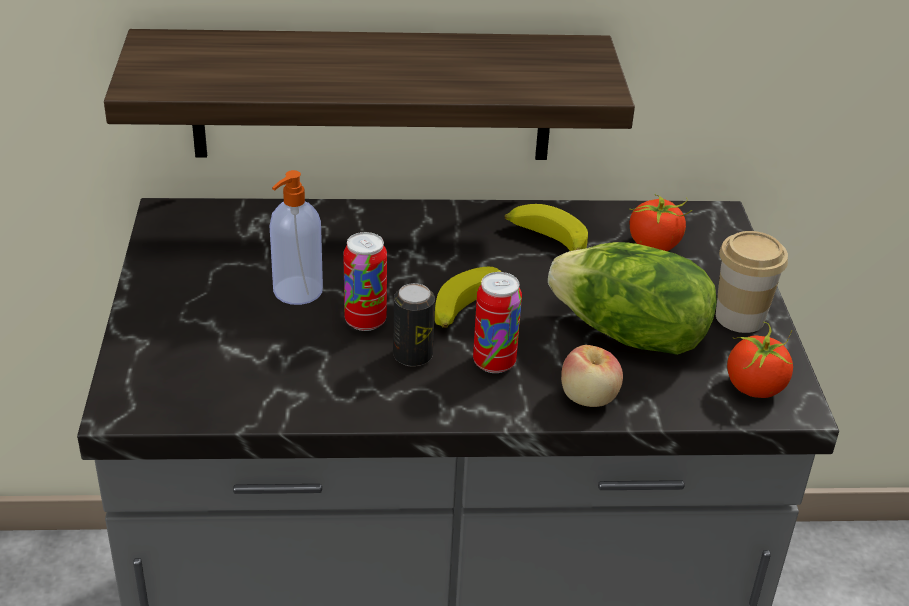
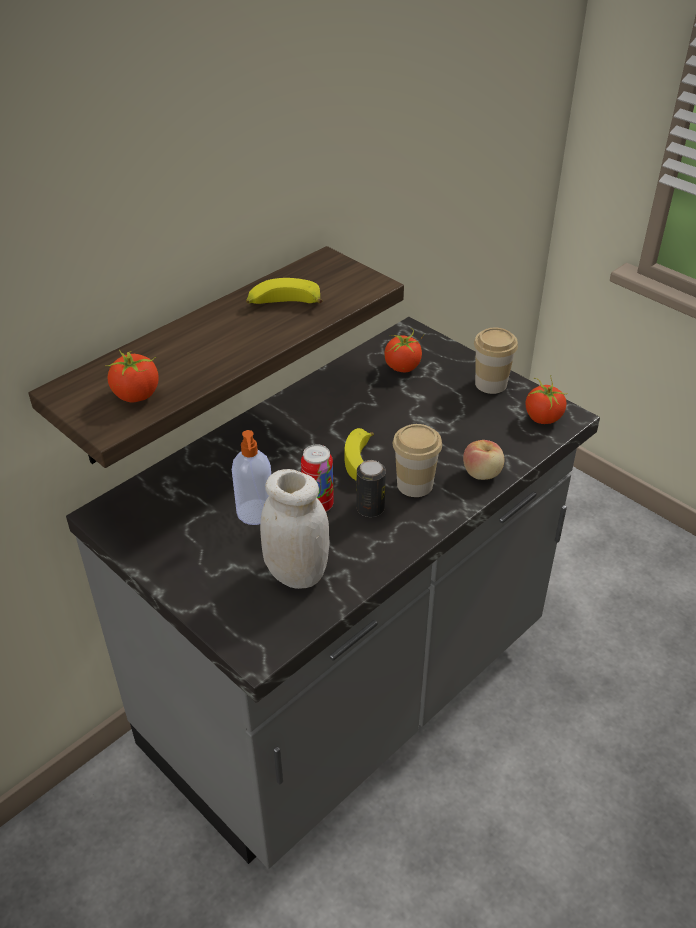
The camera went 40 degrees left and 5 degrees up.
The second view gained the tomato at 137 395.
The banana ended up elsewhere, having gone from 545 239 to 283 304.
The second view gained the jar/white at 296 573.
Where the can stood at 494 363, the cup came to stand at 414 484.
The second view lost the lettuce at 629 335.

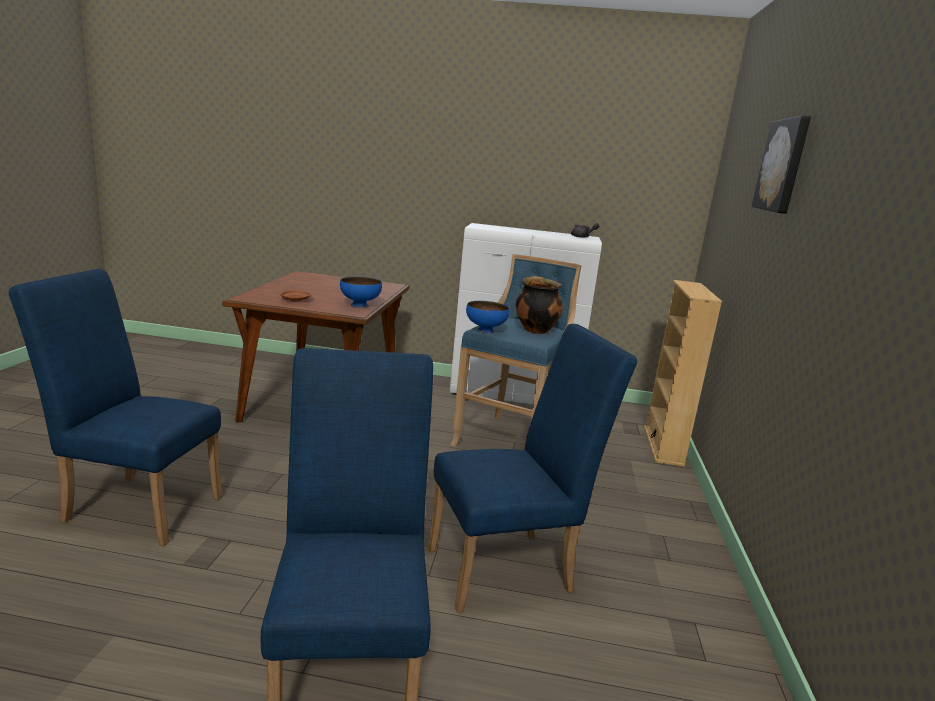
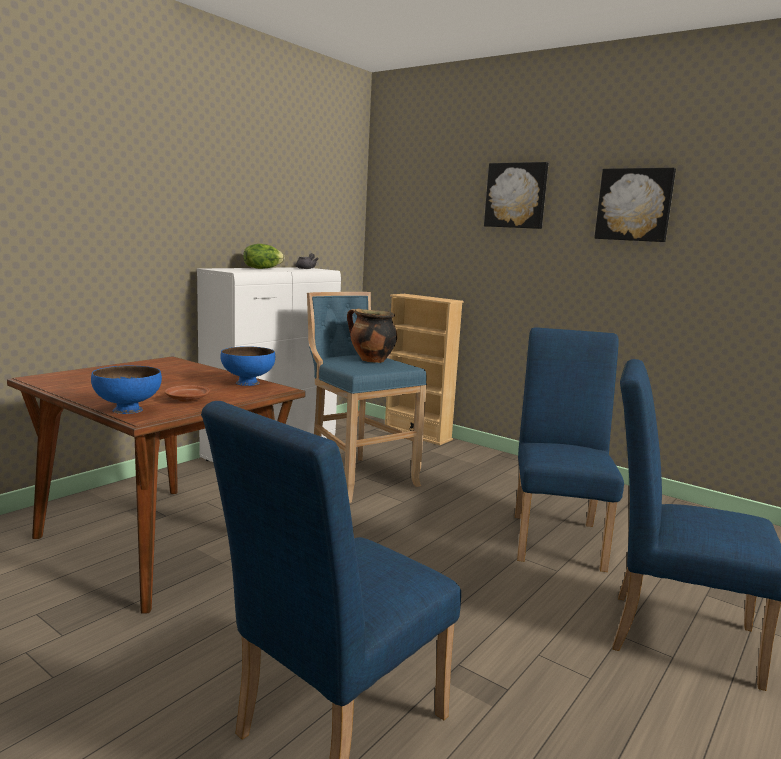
The camera went 60 degrees left and 5 degrees down.
The bowl/blue ended up elsewhere, having gone from 485 331 to 127 410.
The second view gained the lettuce at 262 268.
The second view gained the picture at 634 205.

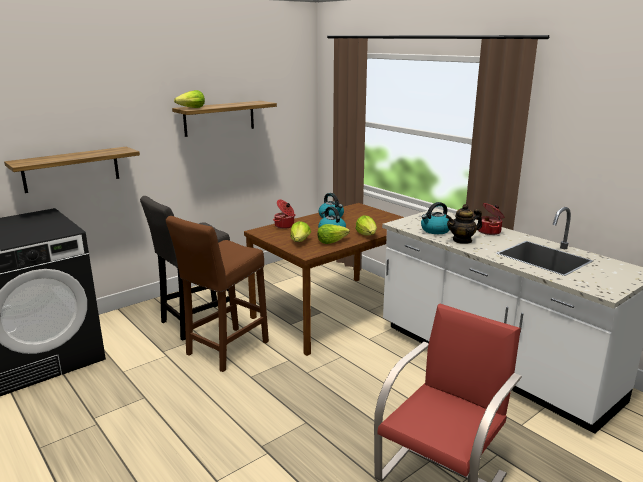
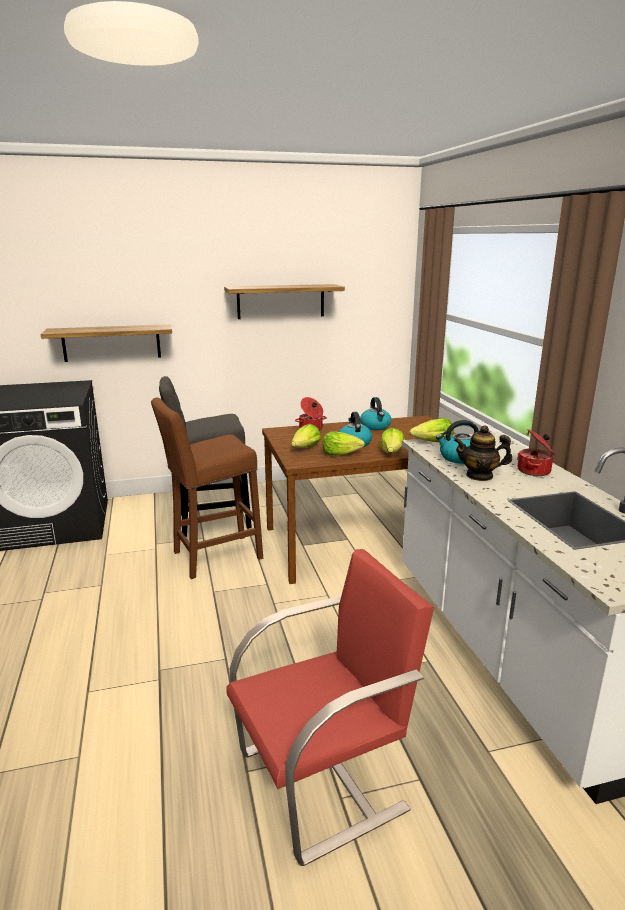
The camera went 25 degrees right and 0 degrees up.
The lettuce ended up elsewhere, having gone from 192 108 to 433 443.

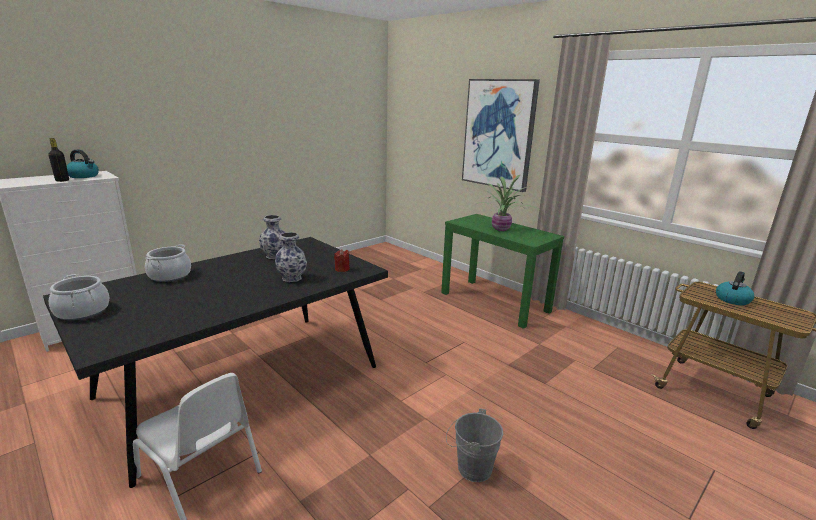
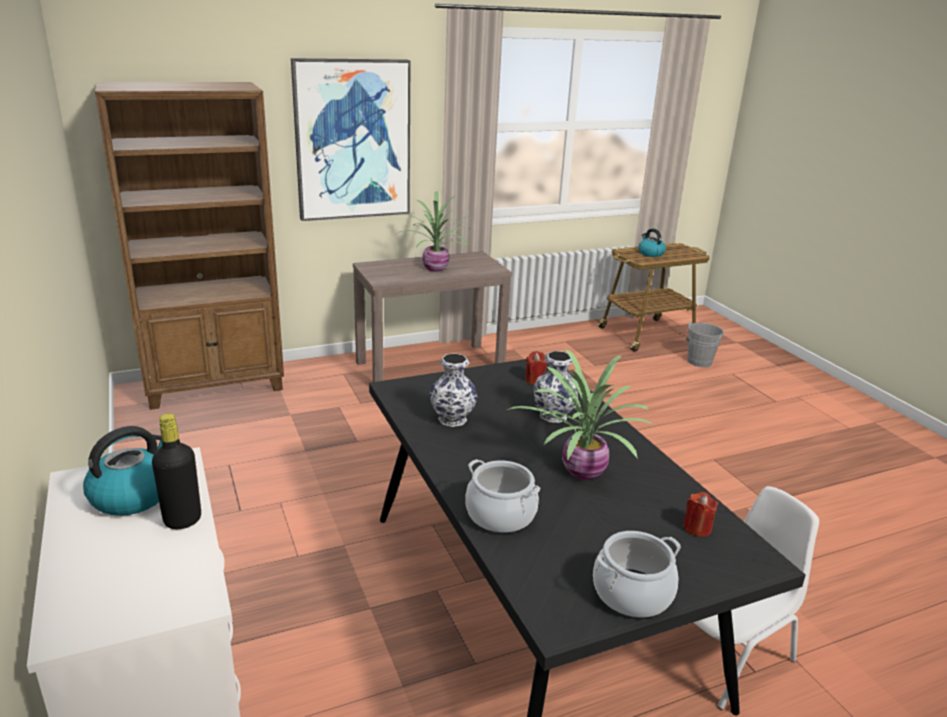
The camera went 70 degrees left and 5 degrees up.
The second view gained the bookcase/brown at 216 386.
What was the console table/green at 494 302 turned into the console table/brown at 430 366.
The second view gained the potted plant at 581 470.
The second view gained the candle/red at 697 528.
The bucket/grey ended up elsewhere, having gone from 470 467 to 698 363.

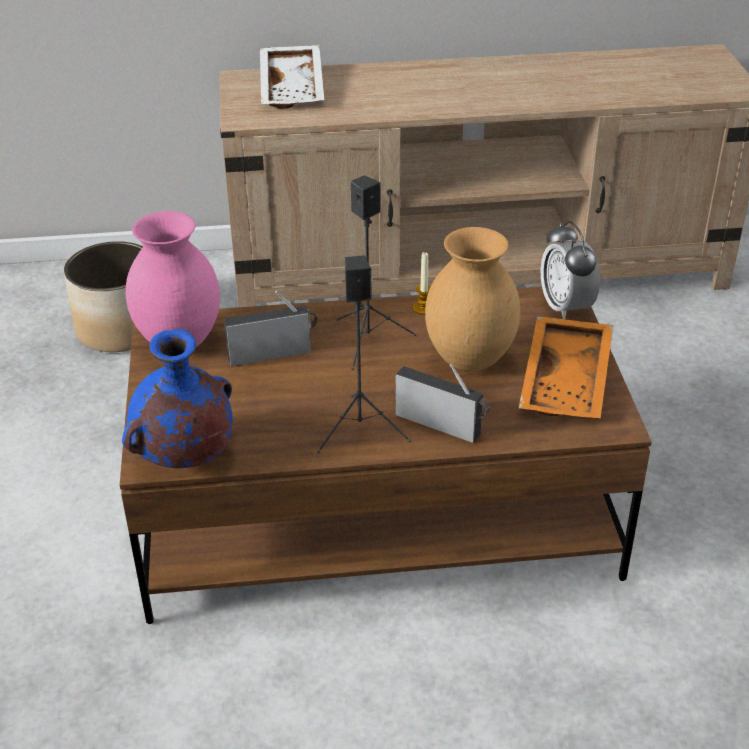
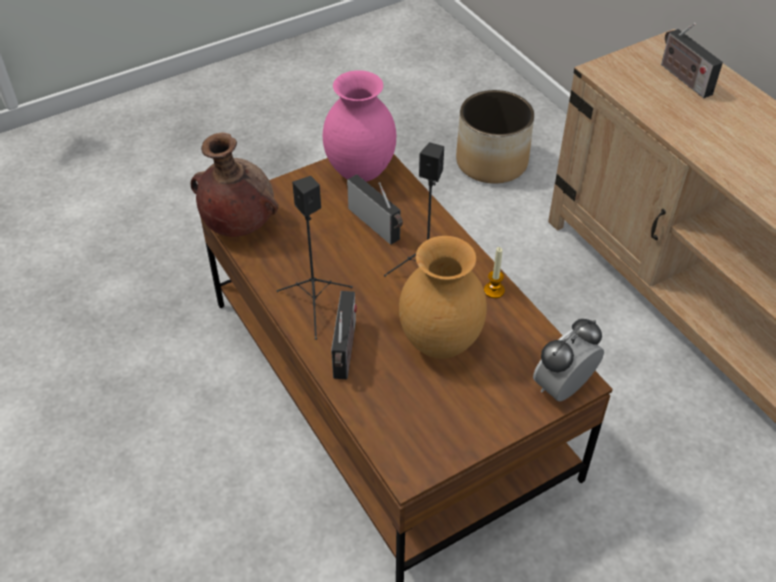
The camera went 65 degrees right and 10 degrees up.
What was the vase/blue at 183 457 turned into the vase/brown at 238 225.
Where the tray/white stood at 294 88, the radio came to stand at 683 78.
The second view lost the tray/orange at 568 381.

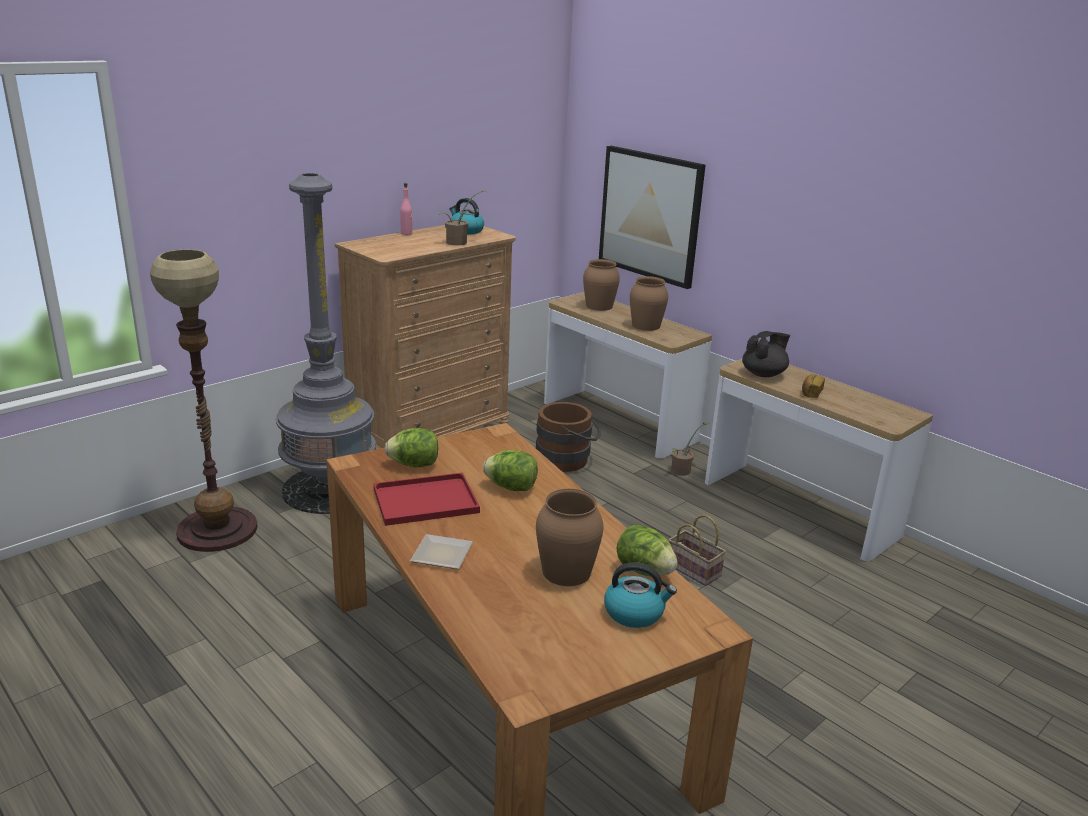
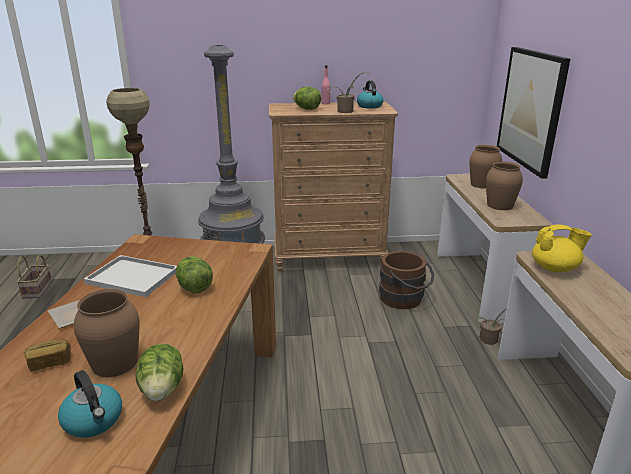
The camera went 40 degrees right and 0 degrees up.
The basket ended up elsewhere, having gone from 695 570 to 38 290.
The bread ended up elsewhere, having gone from 811 393 to 50 362.
What was the tray/red at 424 501 turned into the tray/white at 130 277.
The lettuce ended up elsewhere, having gone from 414 465 to 307 109.
What was the teapot/black at 764 374 turned into the teapot/yellow at 555 268.

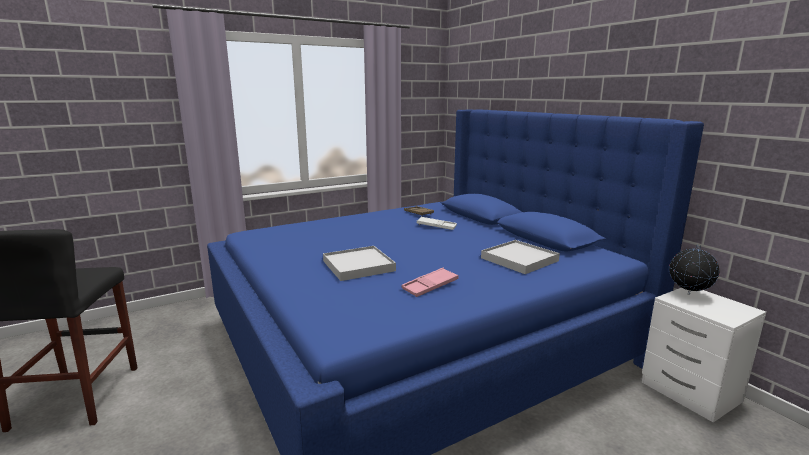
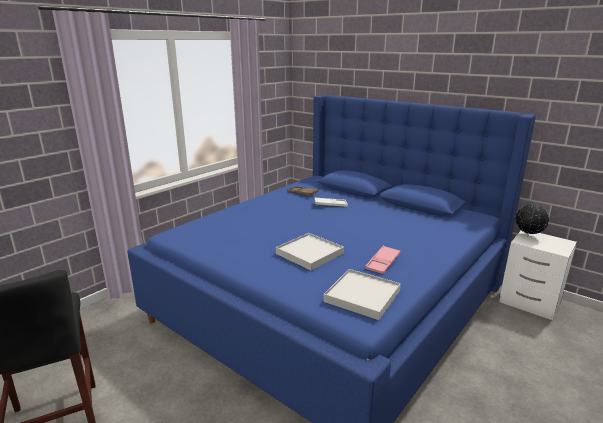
The camera went 20 degrees left and 5 degrees up.
The tray/white ended up elsewhere, having gone from 519 259 to 362 296.

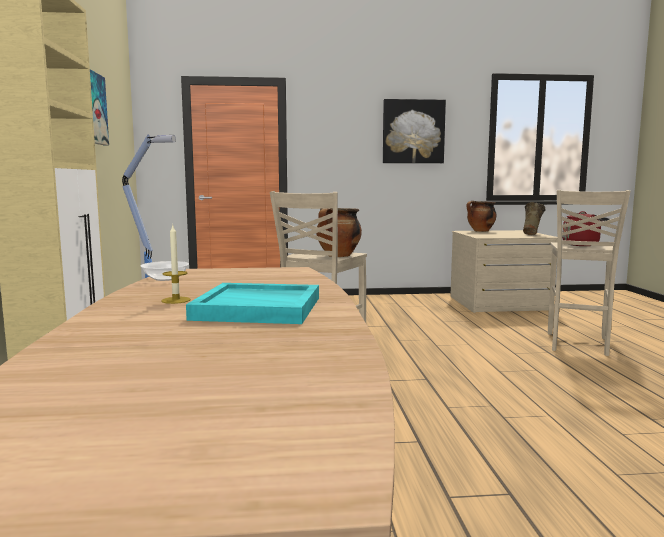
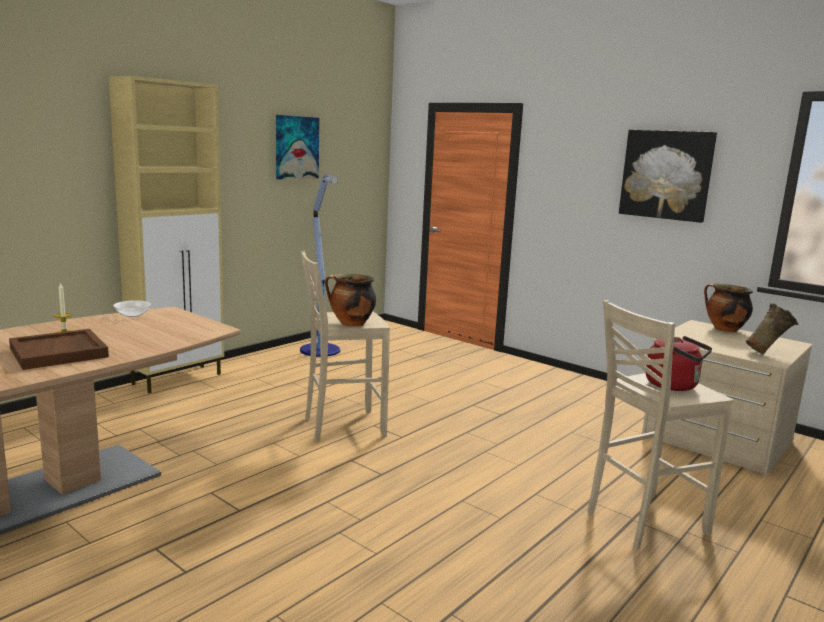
The camera went 45 degrees right and 5 degrees up.
What was the tray/turquoise at 259 308 turned into the tray/brown at 60 352.

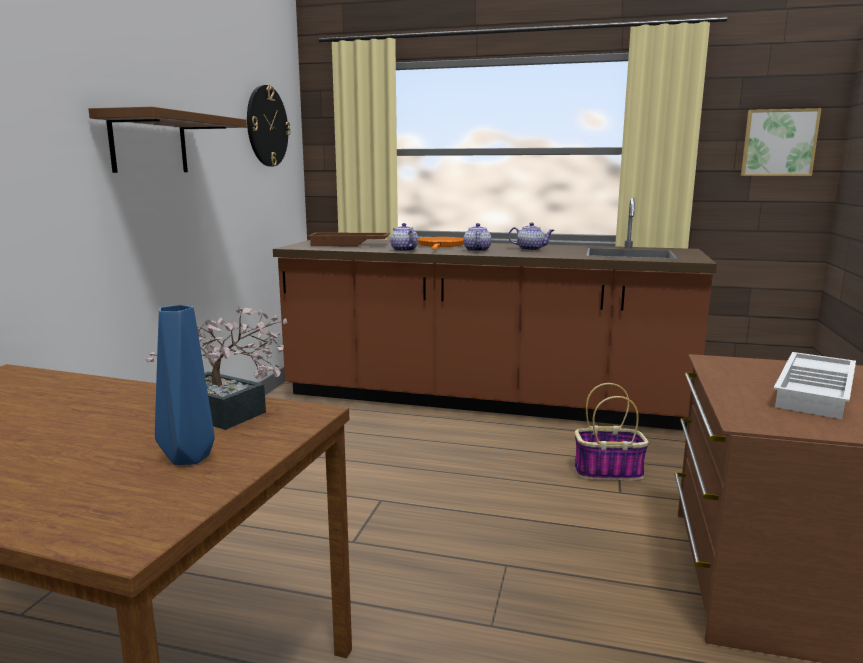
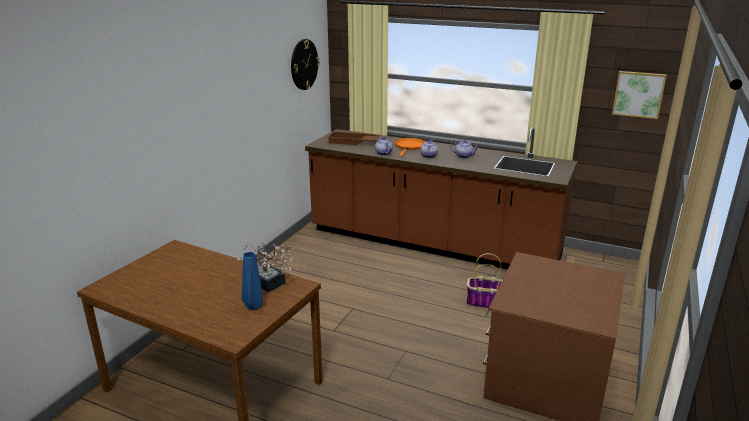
The camera went 10 degrees right and 10 degrees up.
The second view lost the shelf/brown at 149 144.
The second view lost the tray/white at 817 393.

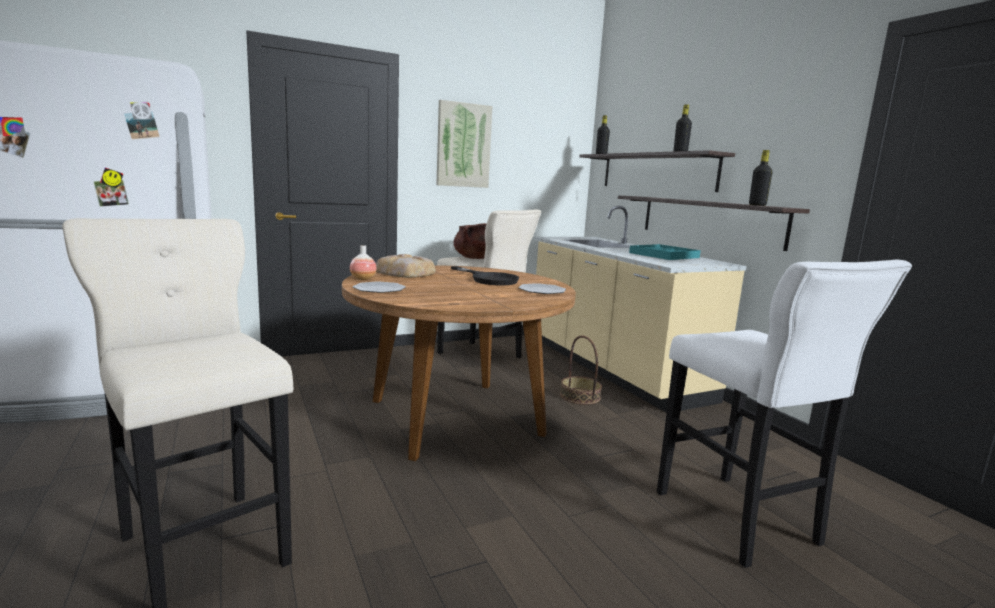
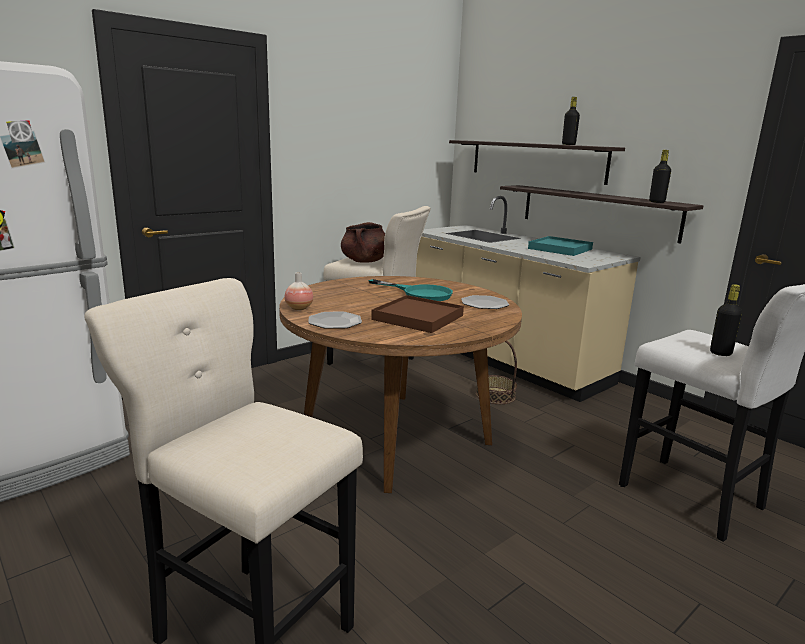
The camera went 15 degrees left and 5 degrees up.
What was the frying pan/black at 489 279 turned into the frying pan/turquoise at 419 293.
The second view gained the tray/brown at 418 317.
The bottle/black ended up elsewhere, having gone from 601 154 to 720 353.
The second view lost the bread at 405 273.
The second view lost the picture at 463 145.

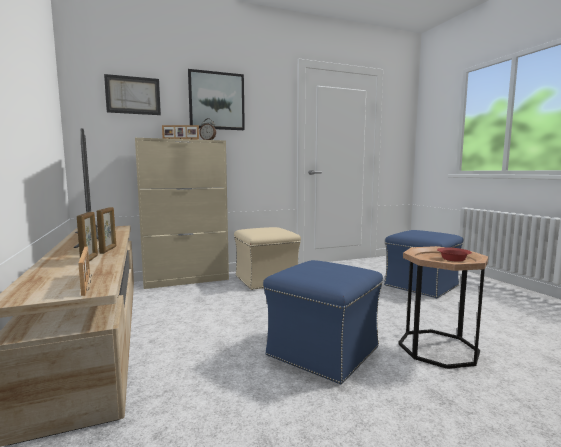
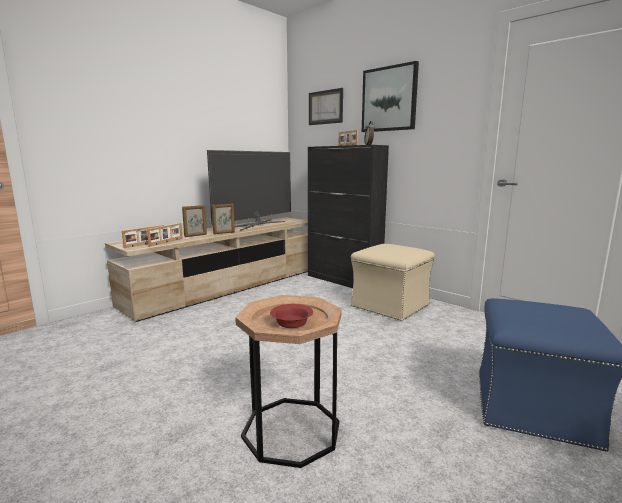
The camera went 65 degrees right and 5 degrees up.
The second view gained the picture frame at 166 242.
What was the cabinet/beige at 187 280 turned into the cabinet/black at 343 281.
The second view lost the ottoman/blue at 322 352.

